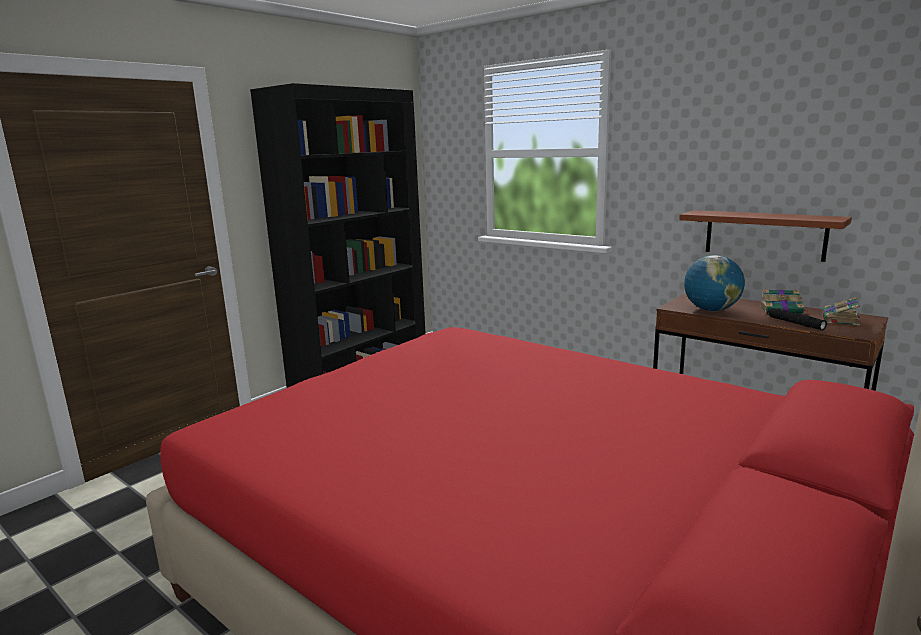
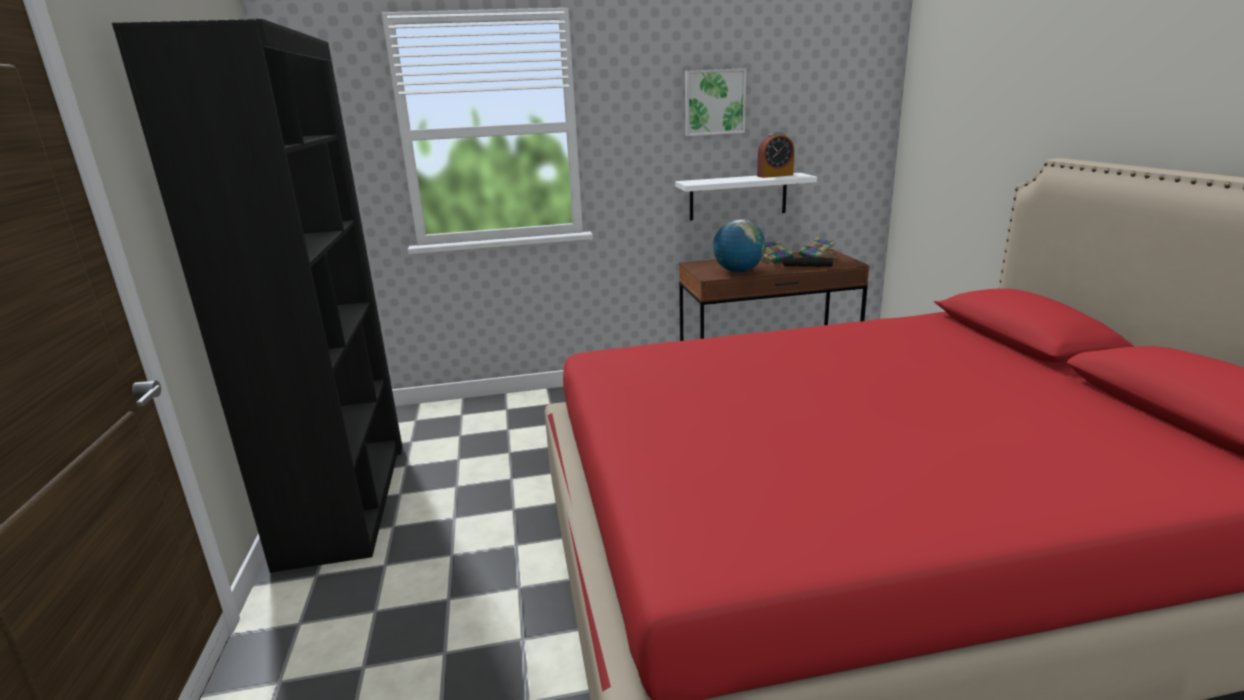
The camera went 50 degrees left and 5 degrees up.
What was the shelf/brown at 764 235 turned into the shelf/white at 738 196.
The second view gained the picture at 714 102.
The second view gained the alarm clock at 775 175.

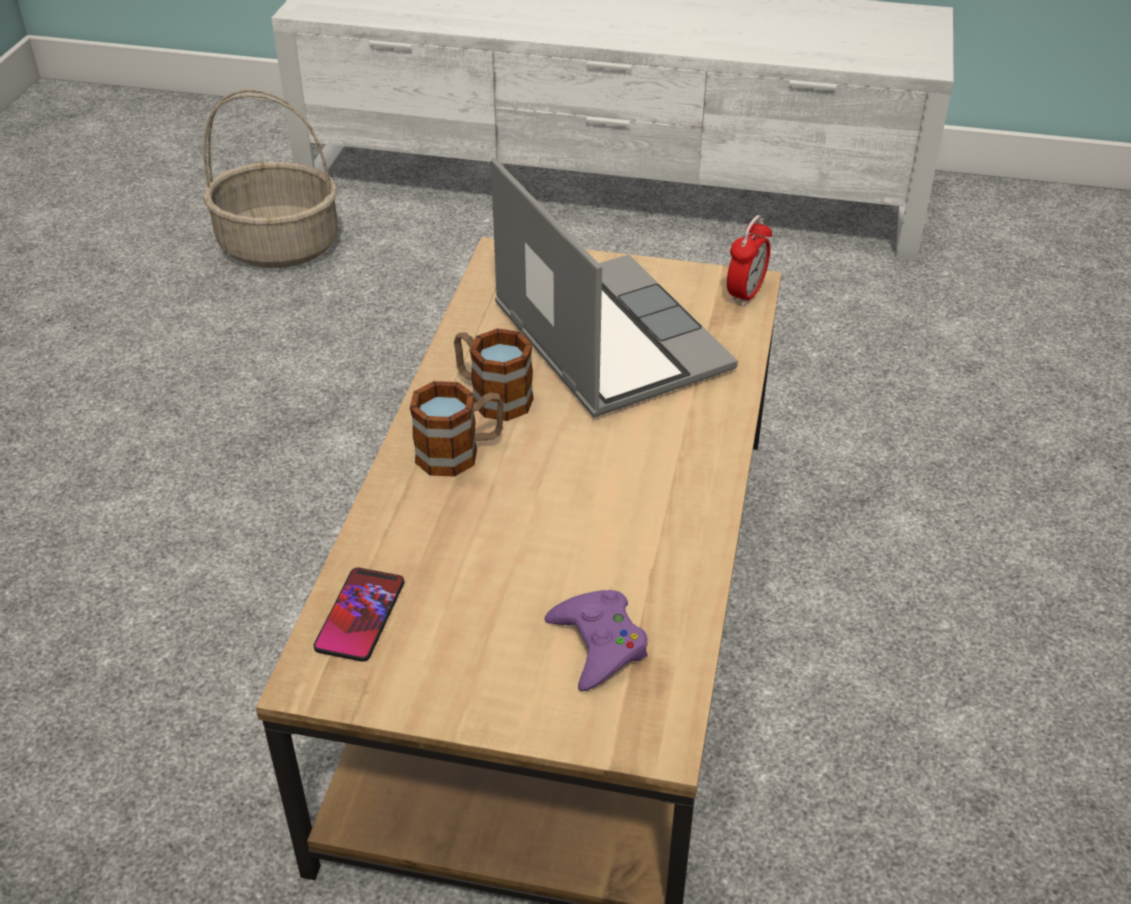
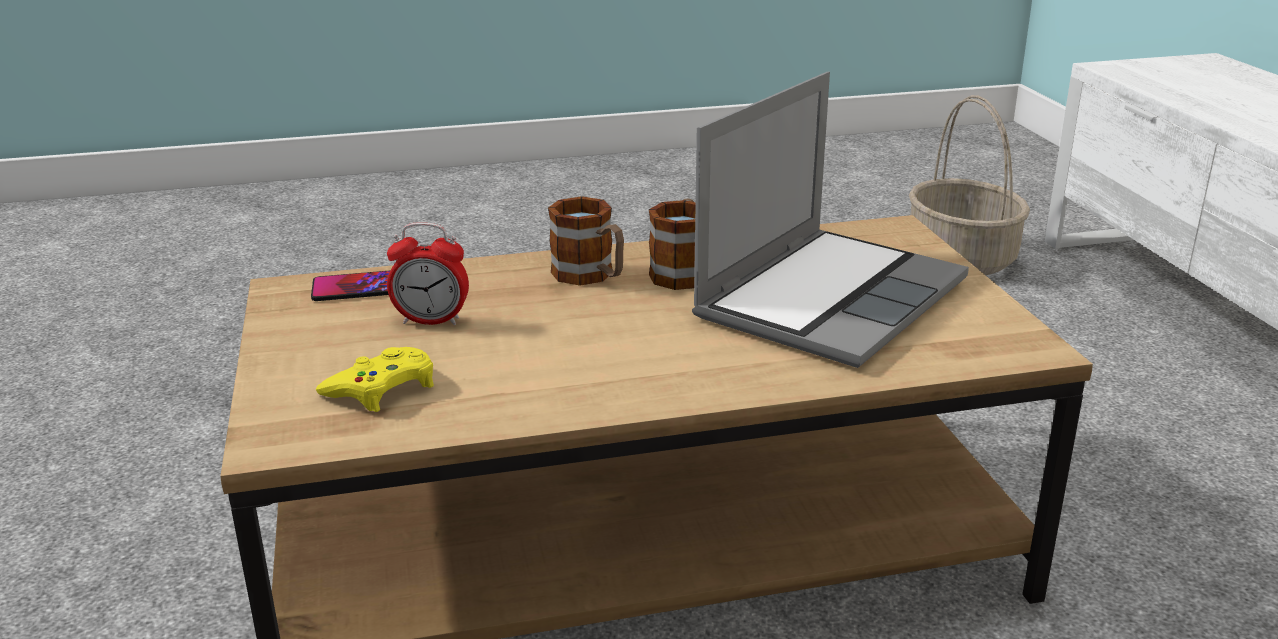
The camera went 65 degrees right and 15 degrees down.
What was the game controller/purple at 598 644 turned into the game controller/yellow at 382 388.
The alarm clock ended up elsewhere, having gone from 745 294 to 431 321.

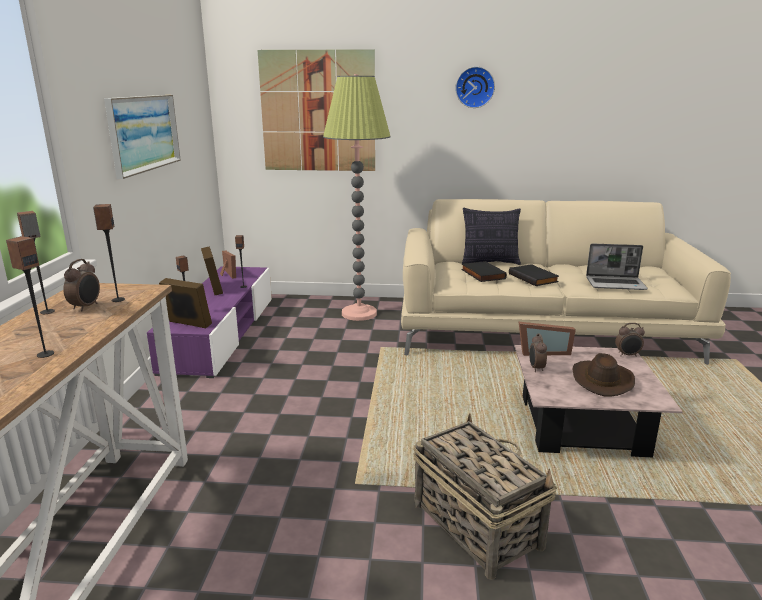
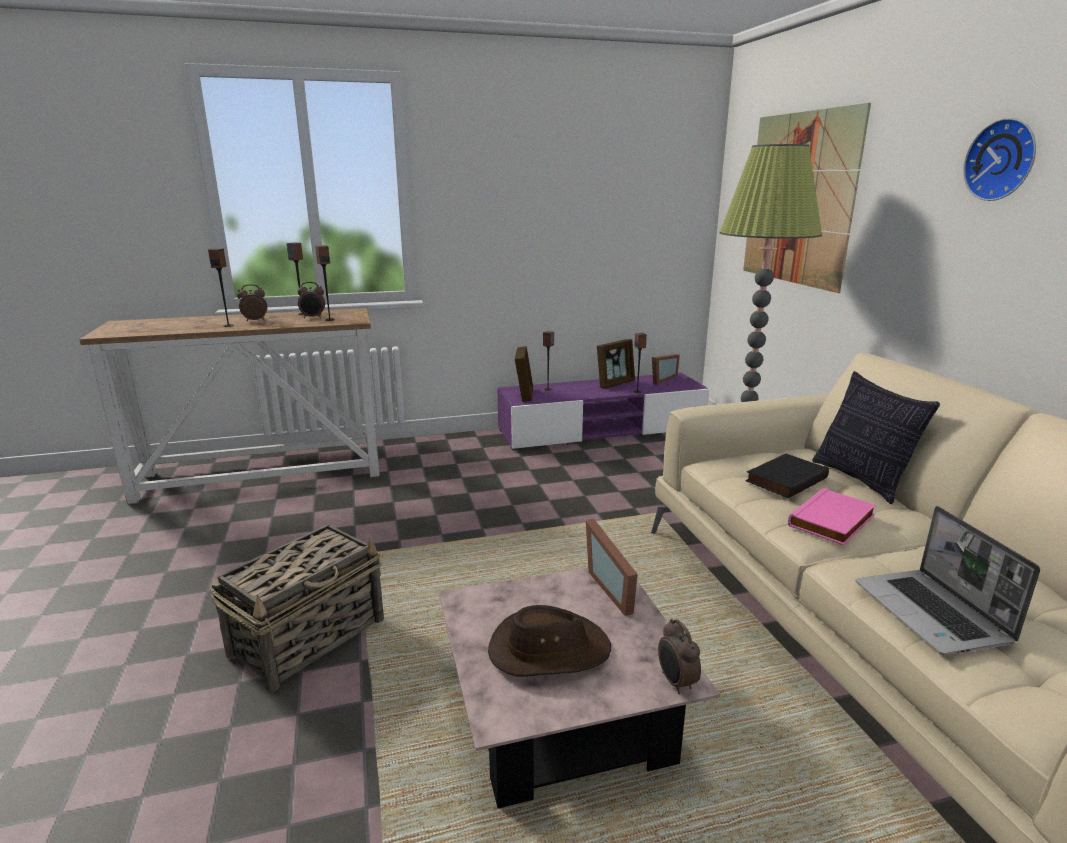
The camera went 70 degrees right and 0 degrees up.
The alarm clock ended up elsewhere, having gone from 536 368 to 255 320.
What was the book/black at 534 278 turned into the book/pink at 833 521.
The second view lost the picture at 144 133.

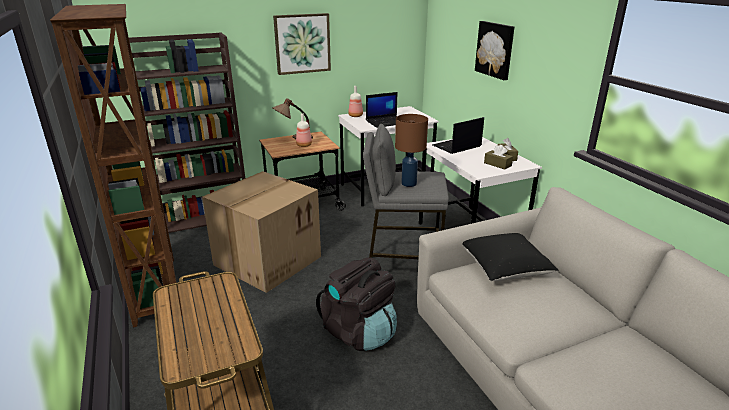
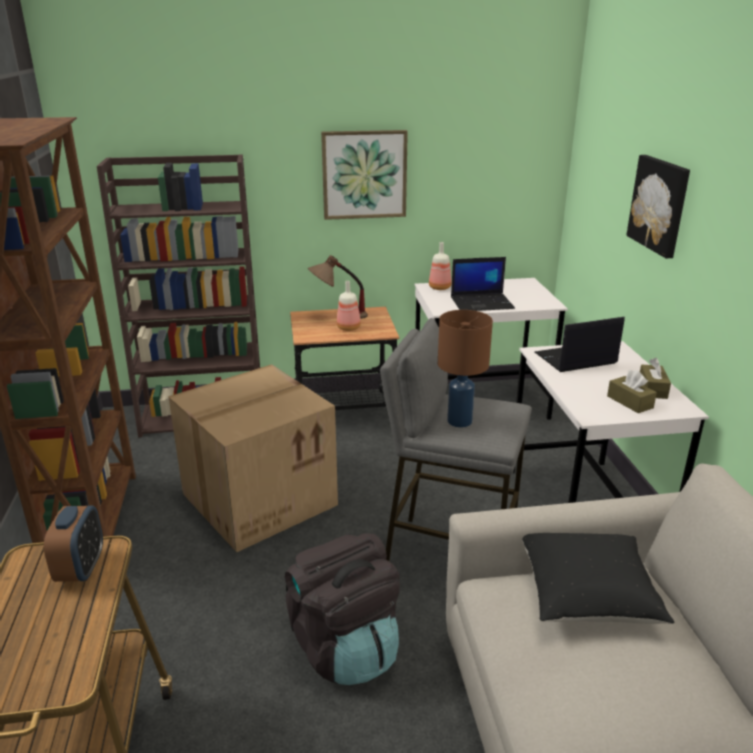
The camera went 15 degrees right and 0 degrees up.
The second view gained the alarm clock at 81 568.

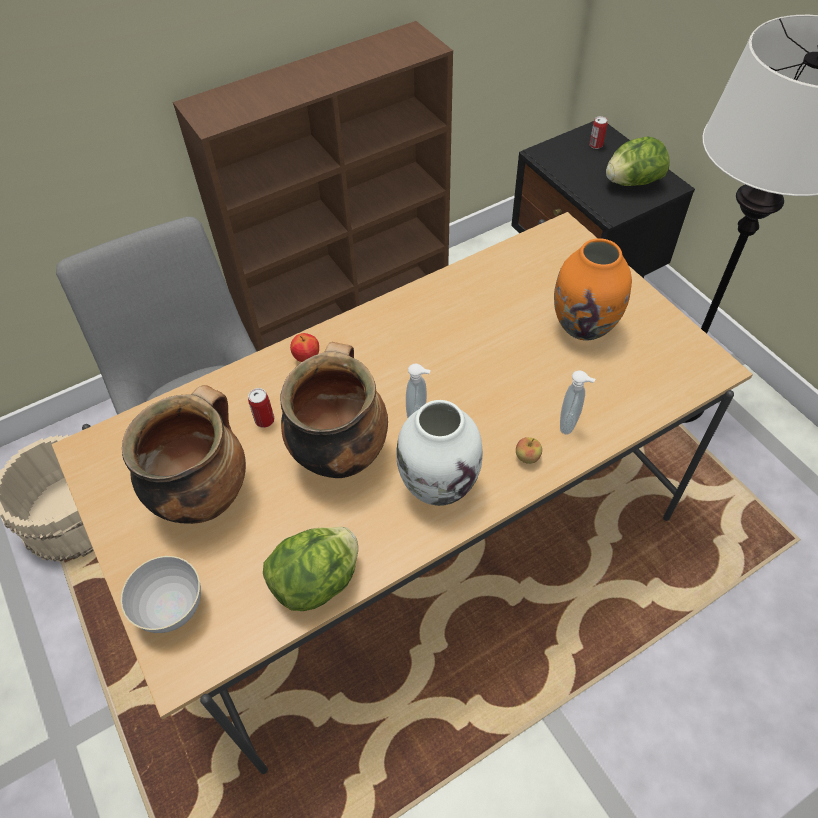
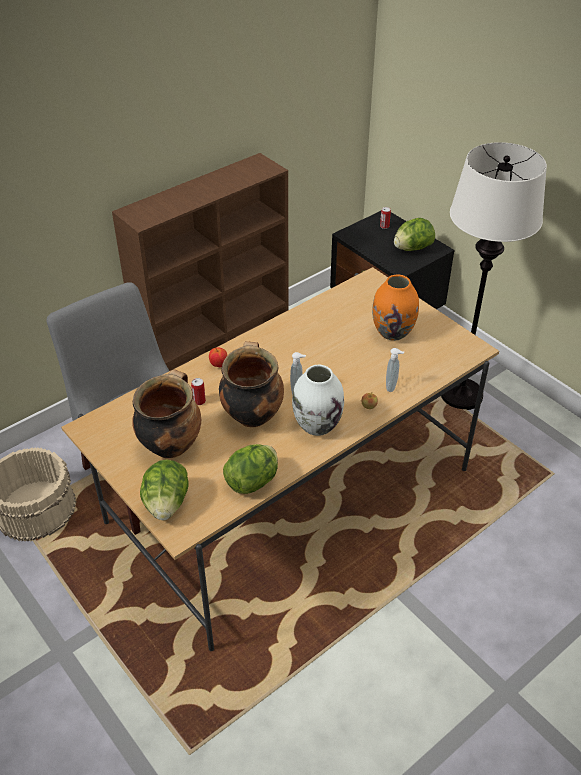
The camera went 10 degrees left and 10 degrees down.
Where the bowl/grey stood at 172 608, the lettuce came to stand at 166 504.

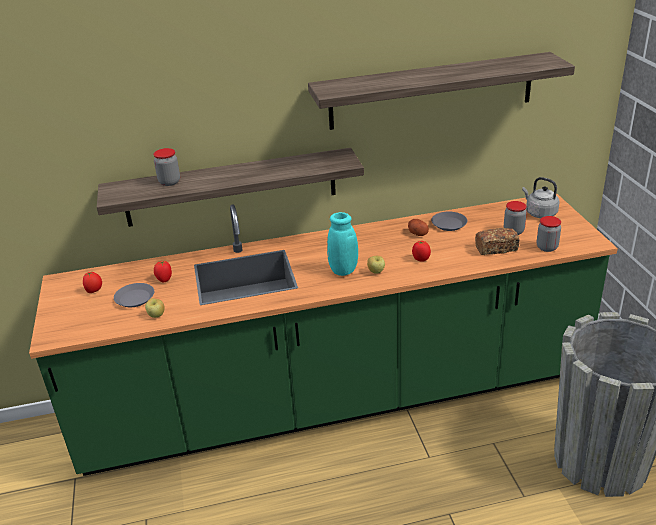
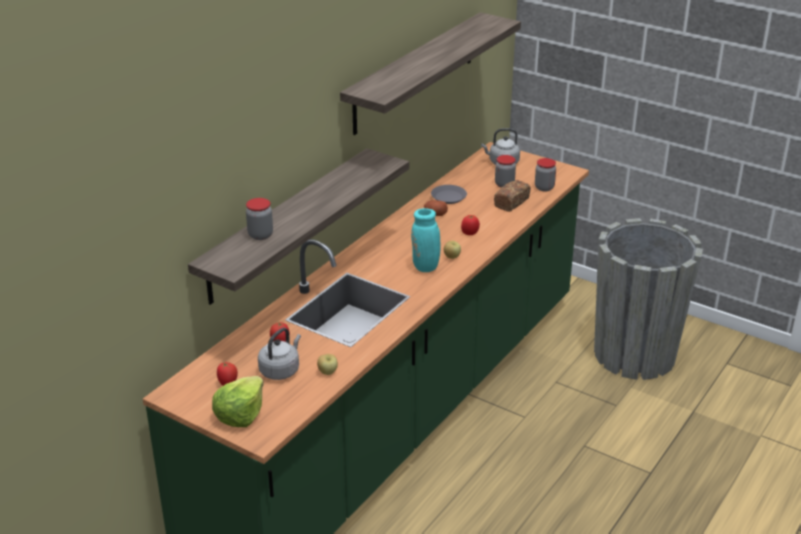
The camera went 45 degrees left and 0 degrees up.
The second view gained the lettuce at 240 414.
Where the plate/grey stood at 135 298, the kettle/grey came to stand at 281 370.

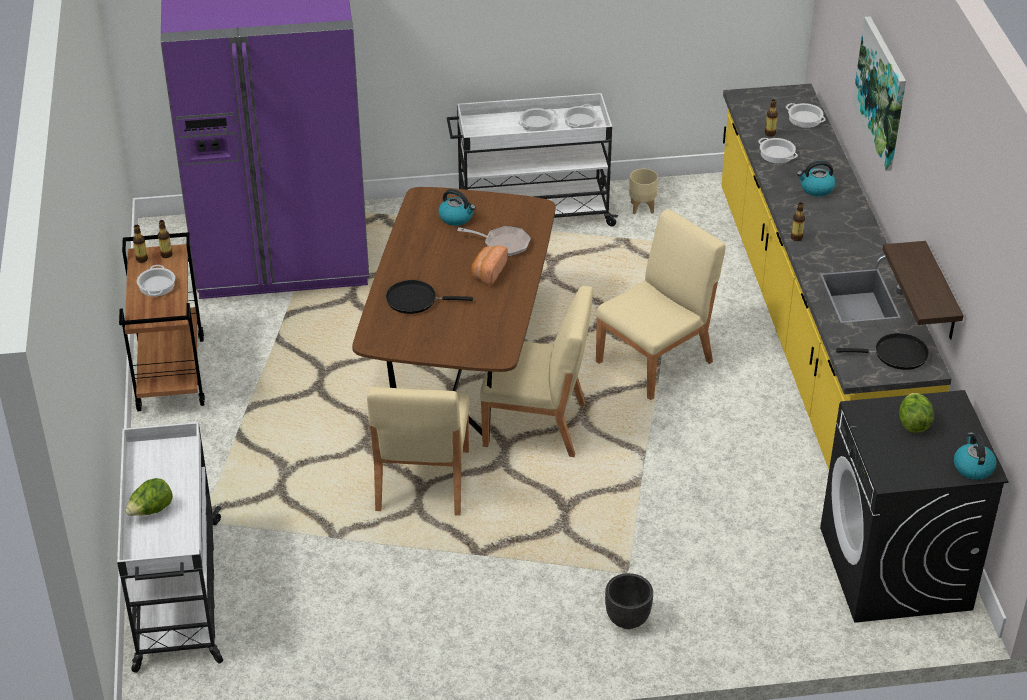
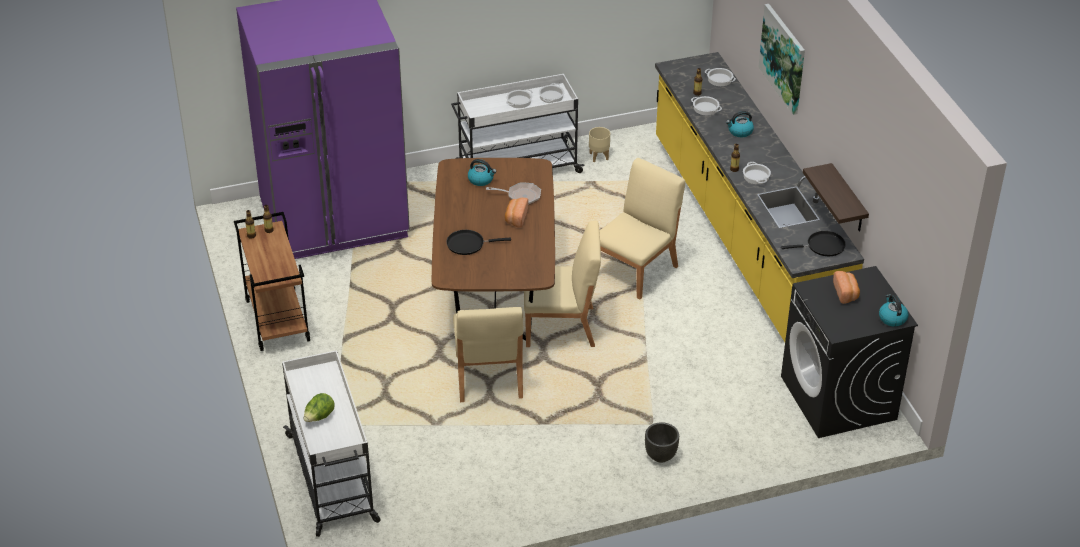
The camera went 10 degrees left and 0 degrees up.
The cooking pot ended up elsewhere, having gone from 156 285 to 755 176.
Where the lettuce stood at 913 424, the bread came to stand at 846 293.

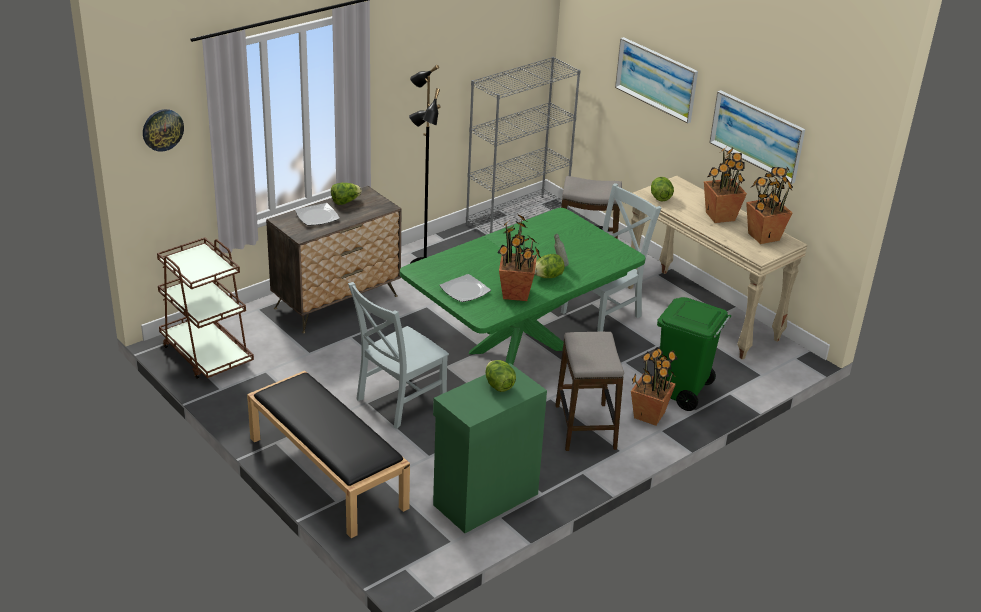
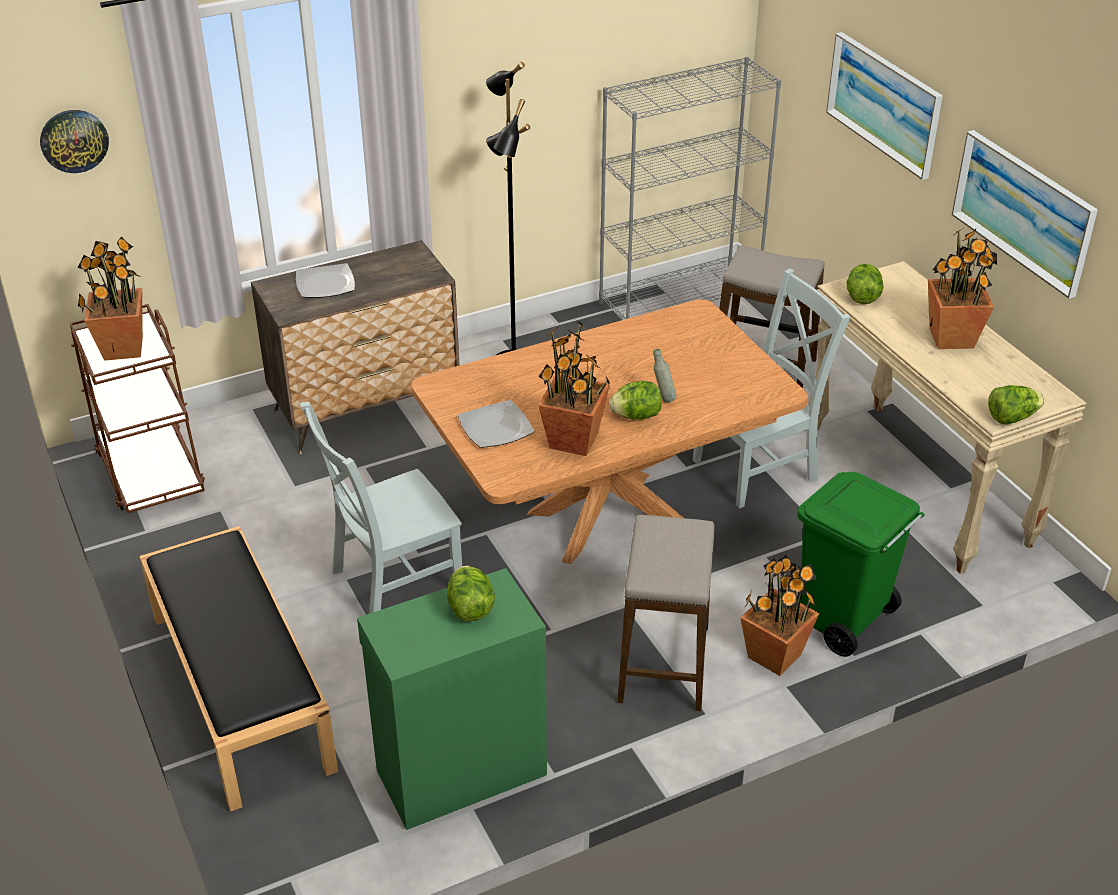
The camera went 15 degrees right and 5 degrees up.
The potted plant ended up elsewhere, having gone from 763 236 to 123 348.
What was the dining table/green at 518 350 turned into the dining table/brown at 605 517.
The lettuce ended up elsewhere, having gone from 345 202 to 1011 418.

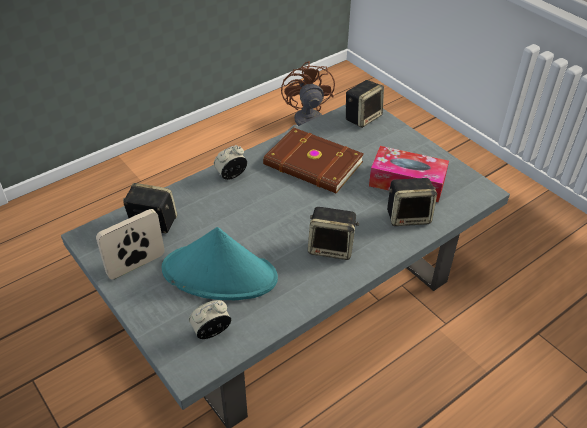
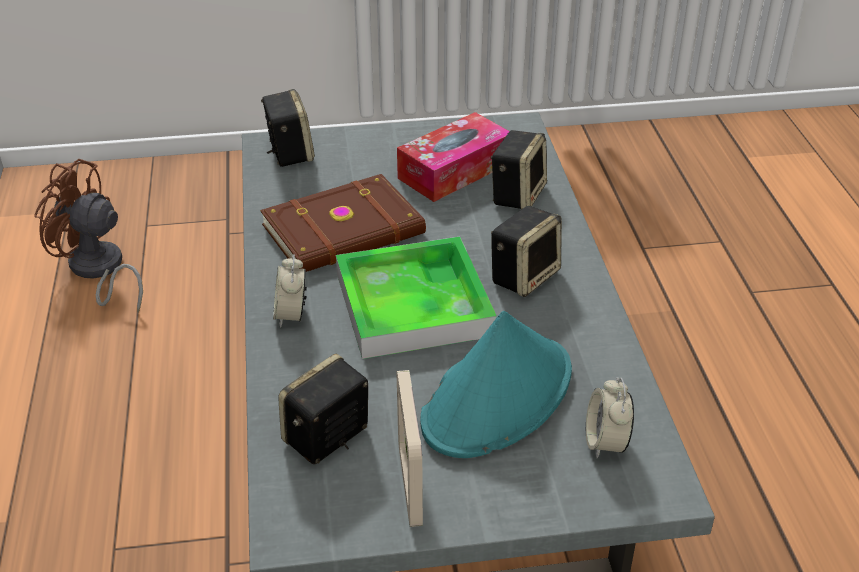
The camera went 60 degrees left and 5 degrees down.
The second view gained the tray at 413 304.

